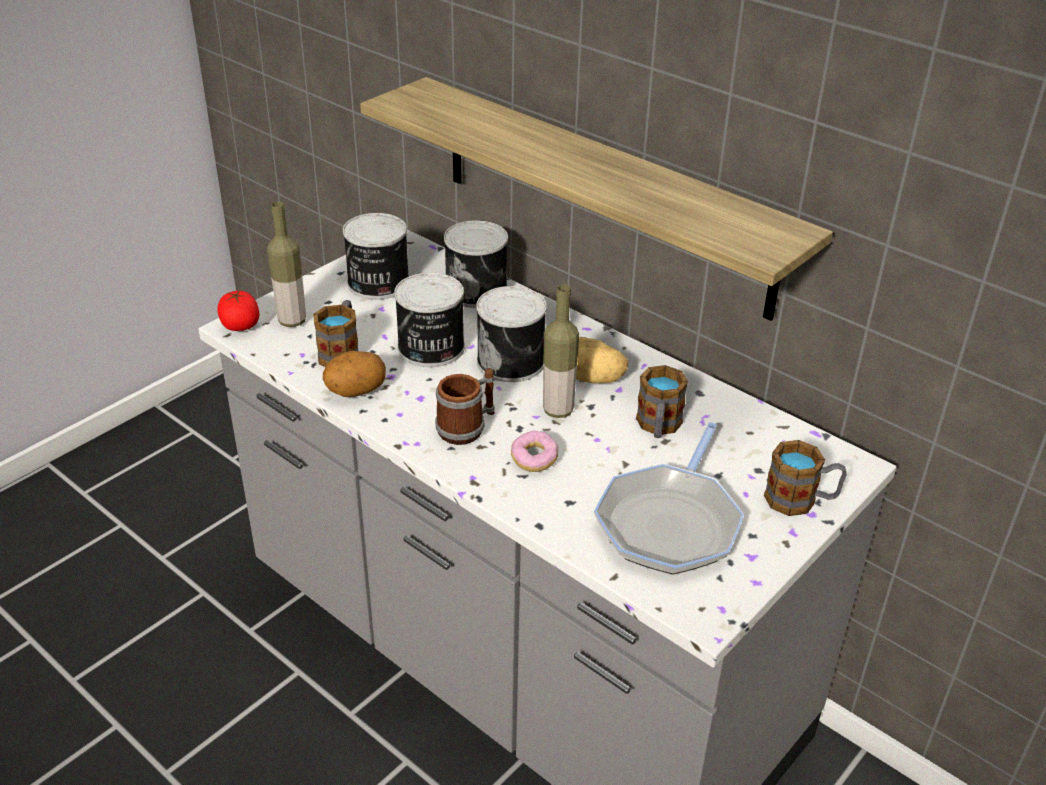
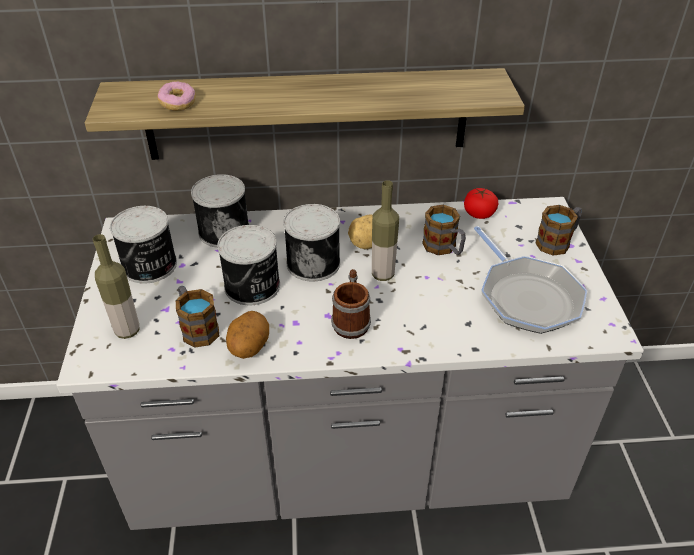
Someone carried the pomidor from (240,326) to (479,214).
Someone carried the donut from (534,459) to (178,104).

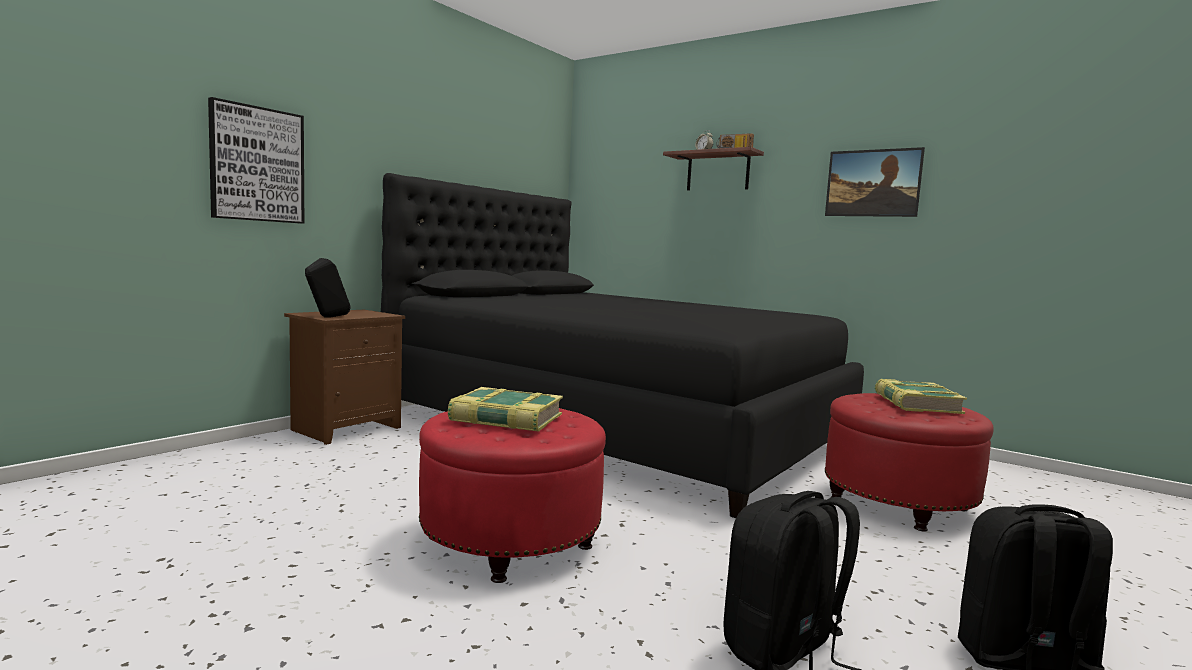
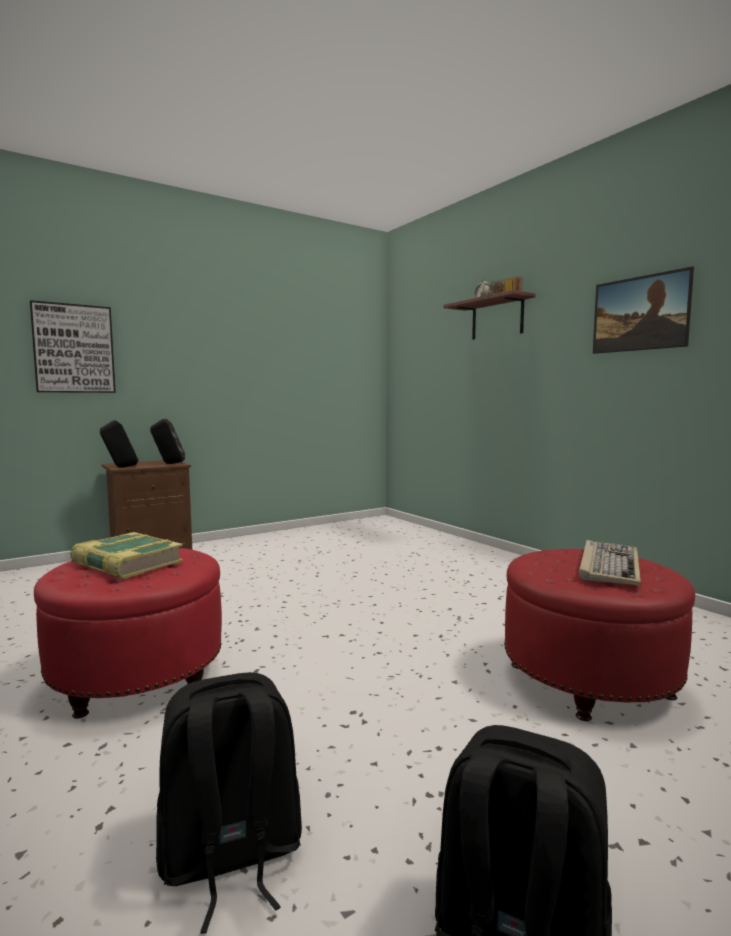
Someone took away the łóżko/czarny at (615,425).
Someone swapped the książka at (916,404) for the klawiatura at (608,566).
Someone put down the głośnik/czarny at (168,463).

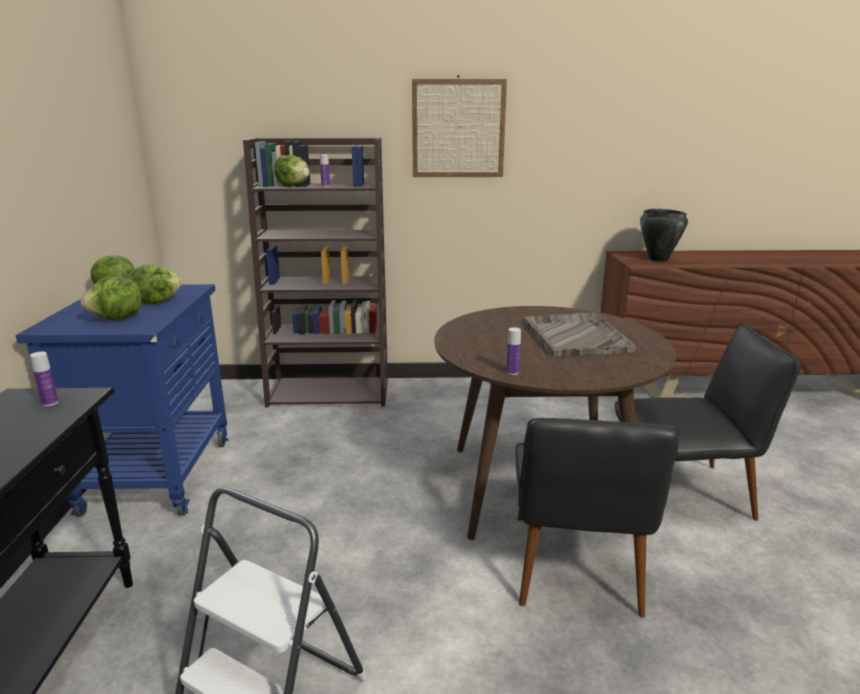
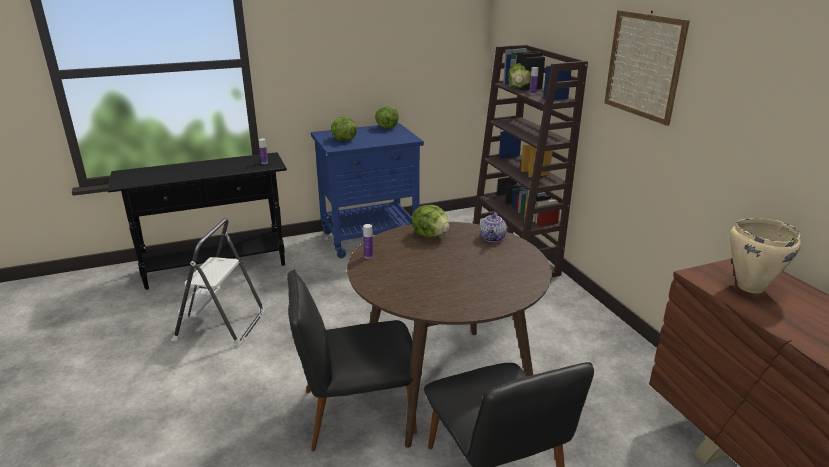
Someone carried the sałata from (155,302) to (431,235).
Someone took away the taca/szary at (575,336).
Someone repainted the garnek/czarny at (658,259), which became the garnek/beżowy at (749,287).
Someone put down the imbryk at (493,238).

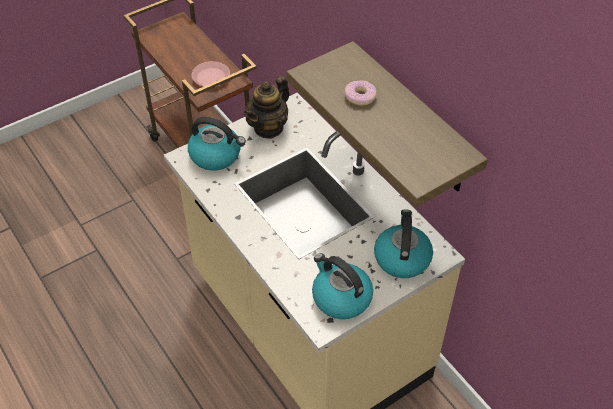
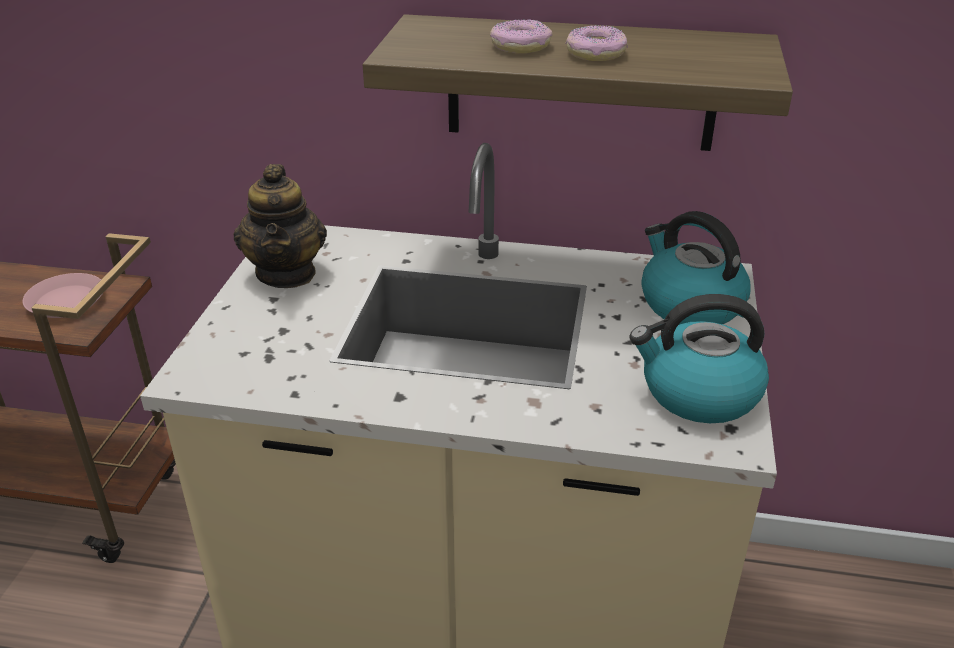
Someone took away the czajnik at (216,155).
Someone put down the donut at (596,53).

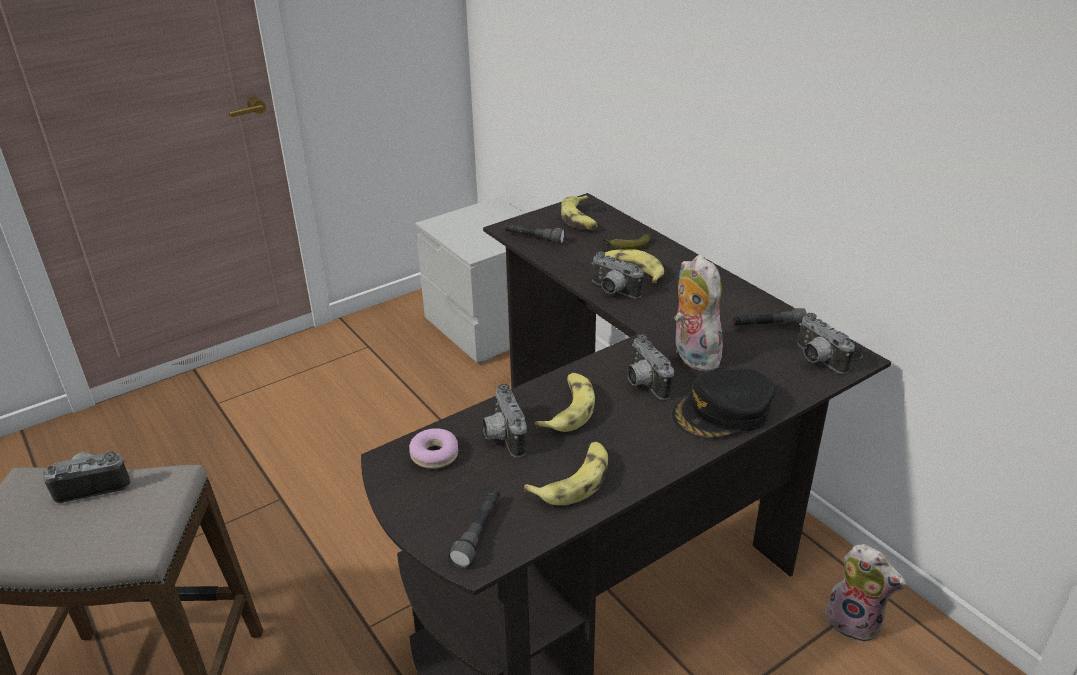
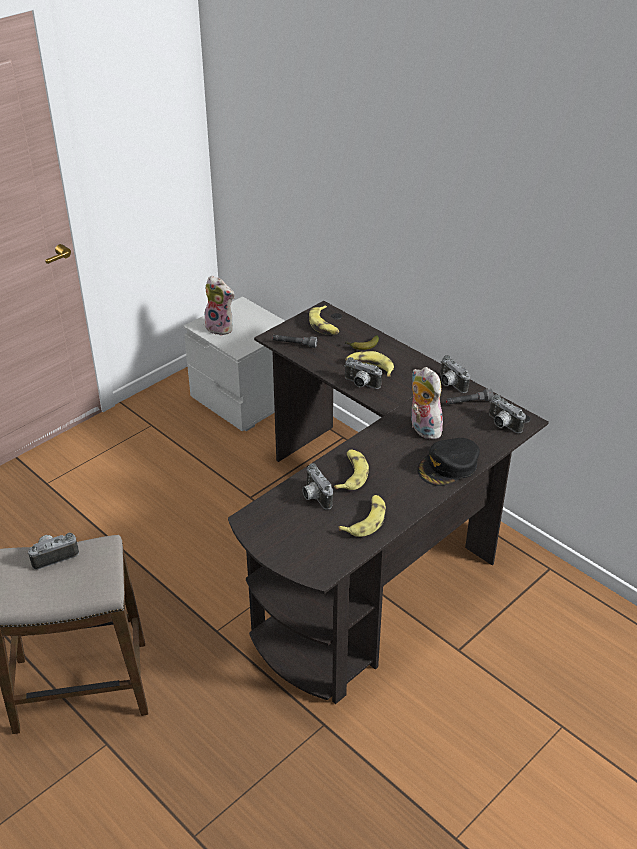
Someone took away the donut at (434,455).
Someone took away the latarka/szary at (478,532).
Someone carried the aparat fotograficzny from (643,383) to (450,384).
Someone carried the pluszak from (855,621) to (221,328).

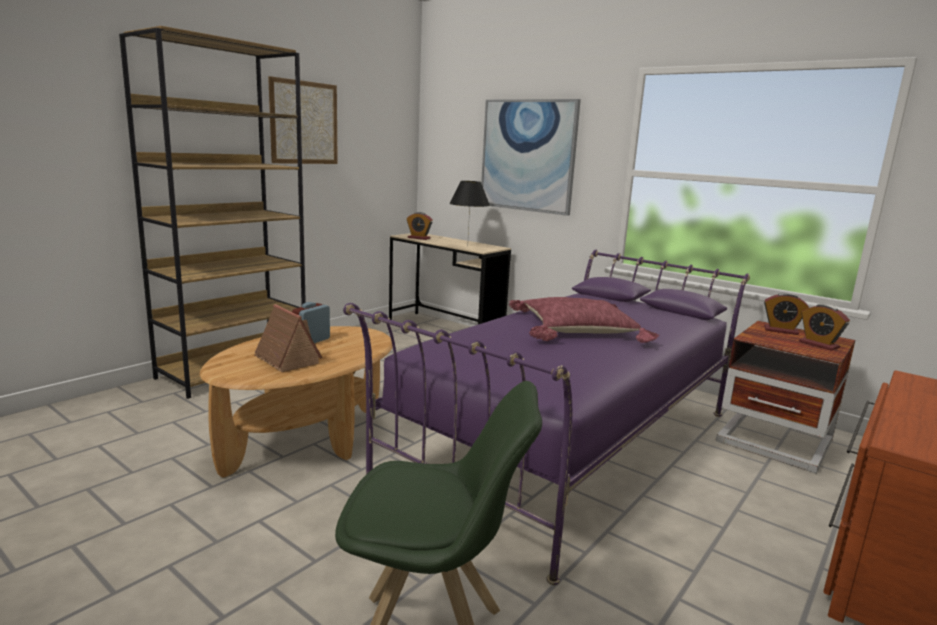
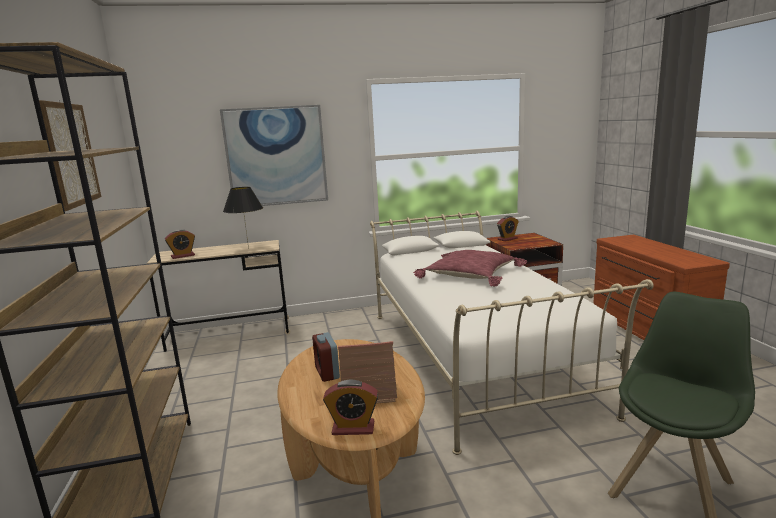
Someone repainted the łóżko/fioletowy at (566,444), which became the łóżko/biały at (472,358).
Someone carried the budzik from (819,344) to (353,428).

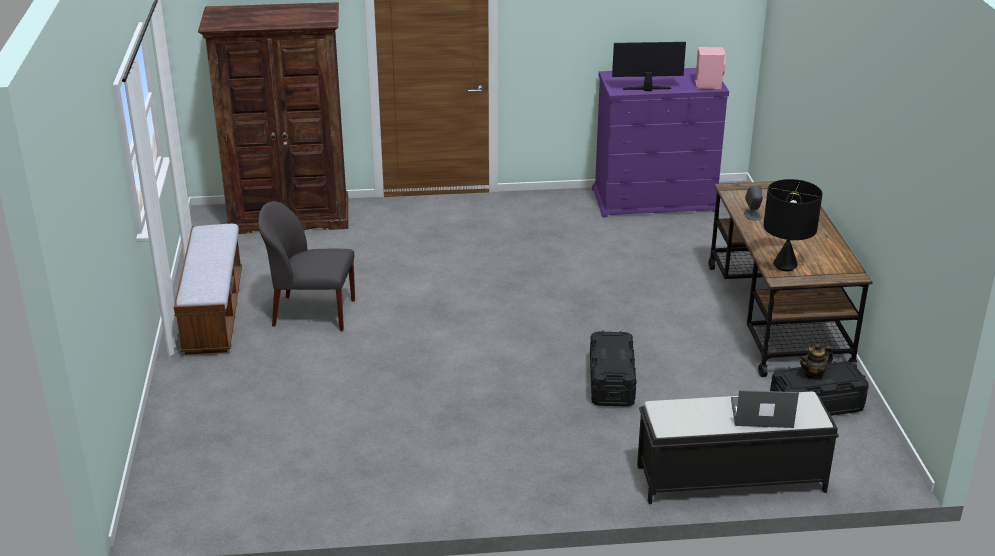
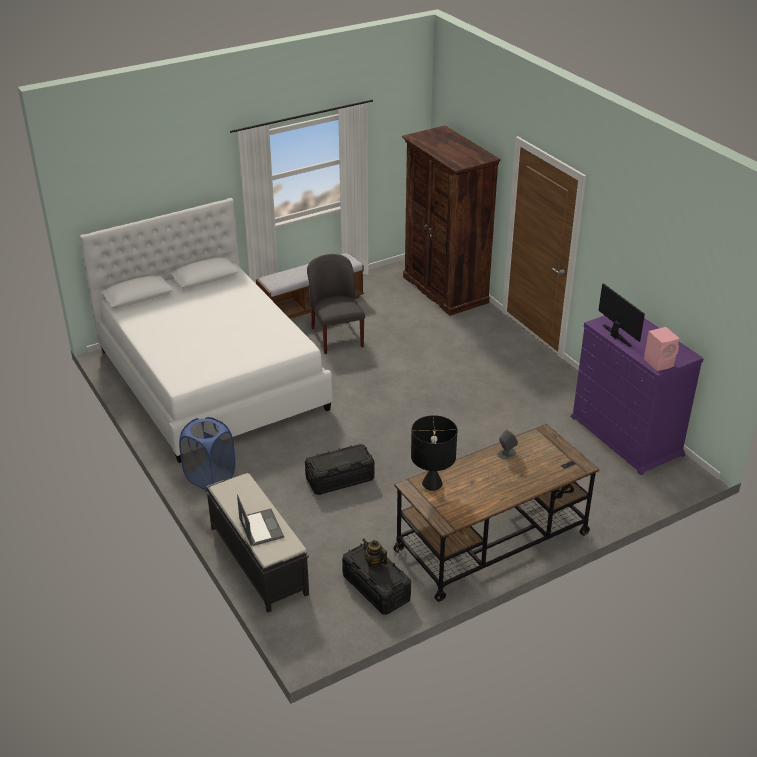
Someone put down the łóżko/biały at (212,379).
Someone put down the kosz na pranie/niebieski at (210,477).

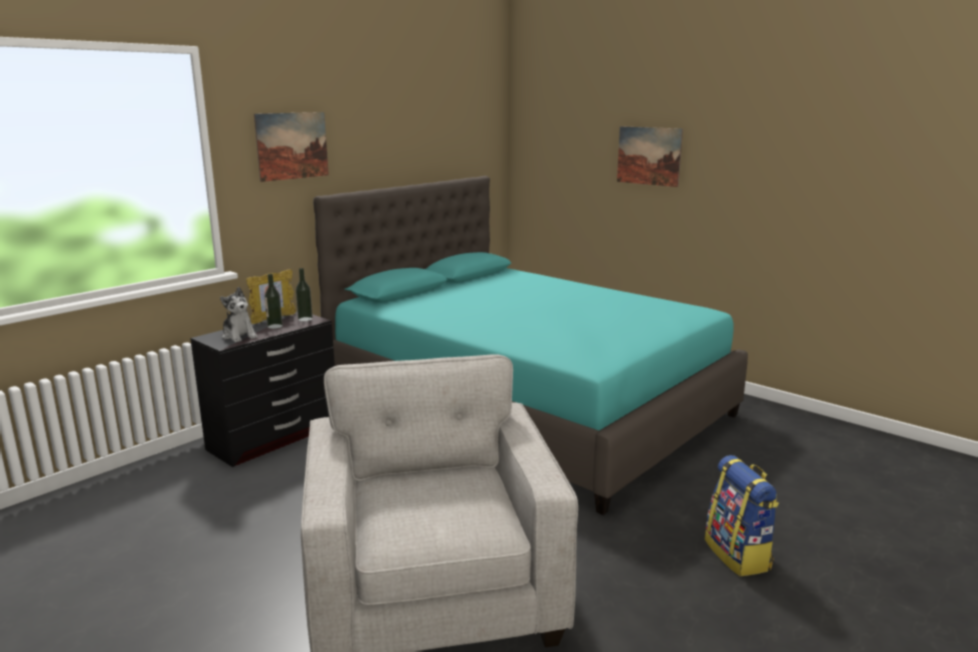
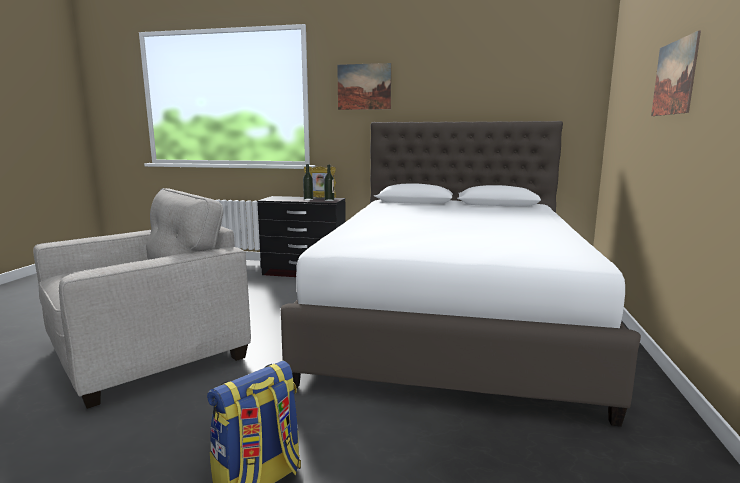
Someone took away the pluszak at (239,336).
Someone repainted the łóżko/turkusowy at (526,404), which became the łóżko/biały at (452,317).

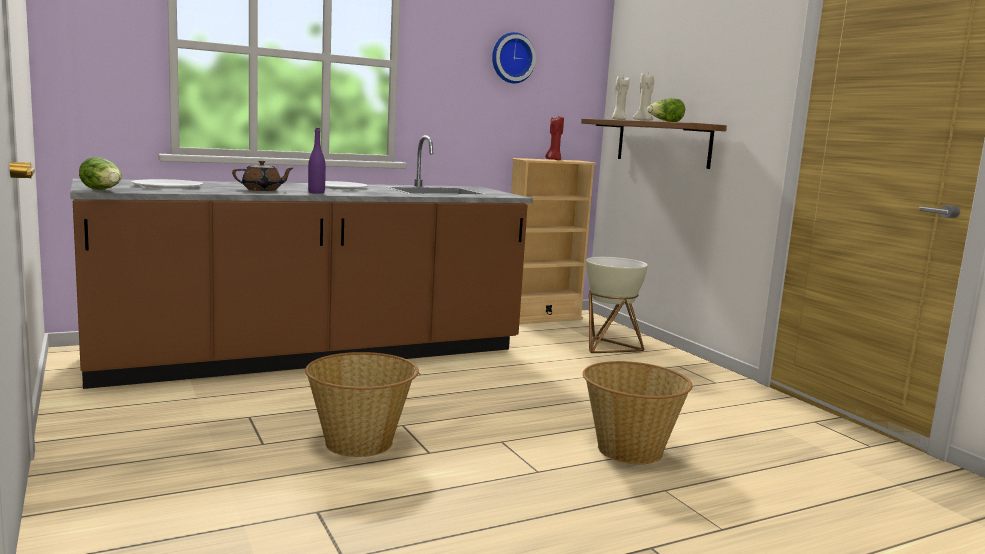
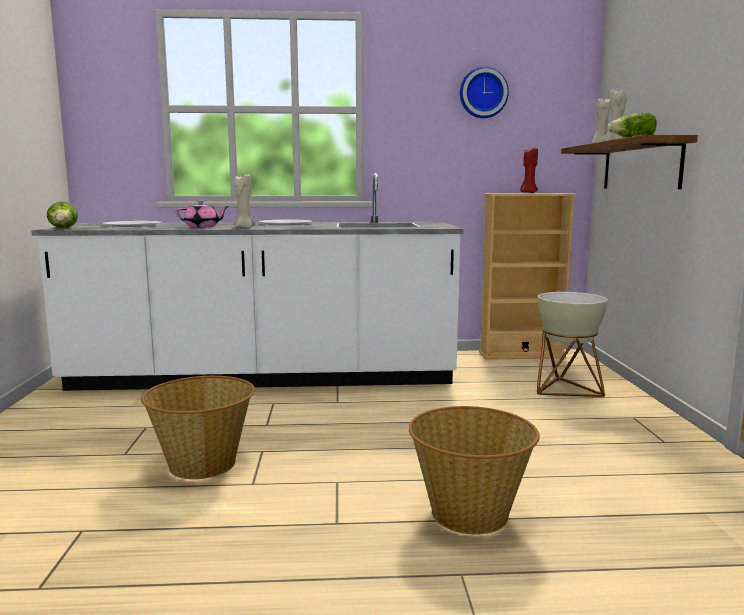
Someone repainted the zabudowa kuchenna/brązowy at (313,355), which became the zabudowa kuchenna/biały at (264,376).
Someone repainted the imbryk/brązowy at (263,190), which became the imbryk/różowy at (202,226).
Someone swapped the butelka/fioletowy at (316,192) for the świeca/beżowy at (244,227).

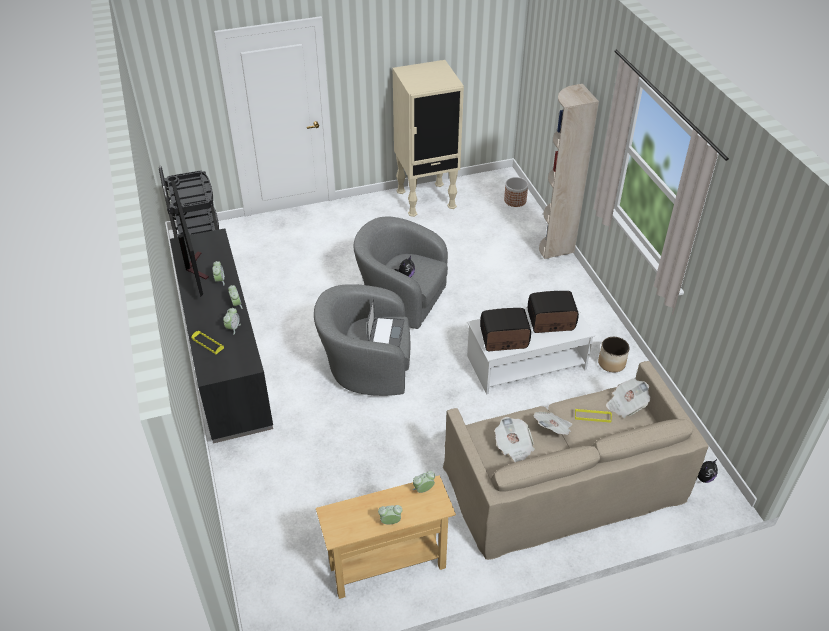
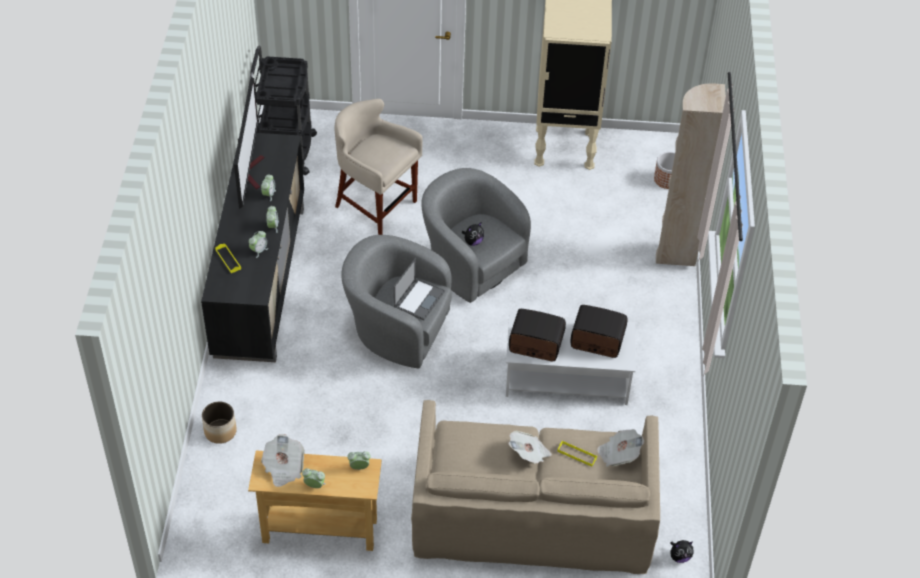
Someone carried the gazeta from (513,447) to (283,468).
Someone carried the donica from (611,363) to (220,431).
Someone put down the stołek/beżowy at (375,206).

